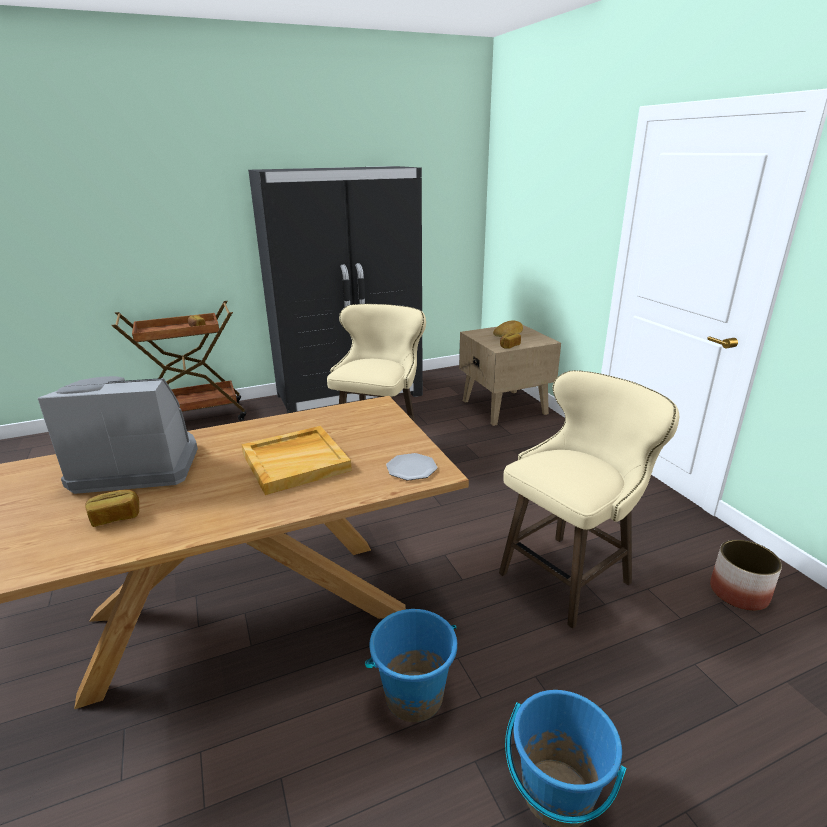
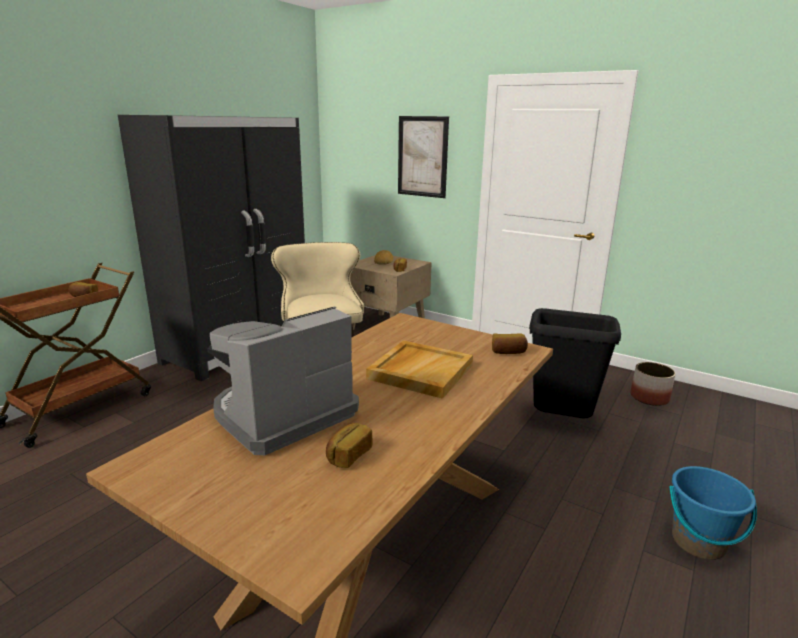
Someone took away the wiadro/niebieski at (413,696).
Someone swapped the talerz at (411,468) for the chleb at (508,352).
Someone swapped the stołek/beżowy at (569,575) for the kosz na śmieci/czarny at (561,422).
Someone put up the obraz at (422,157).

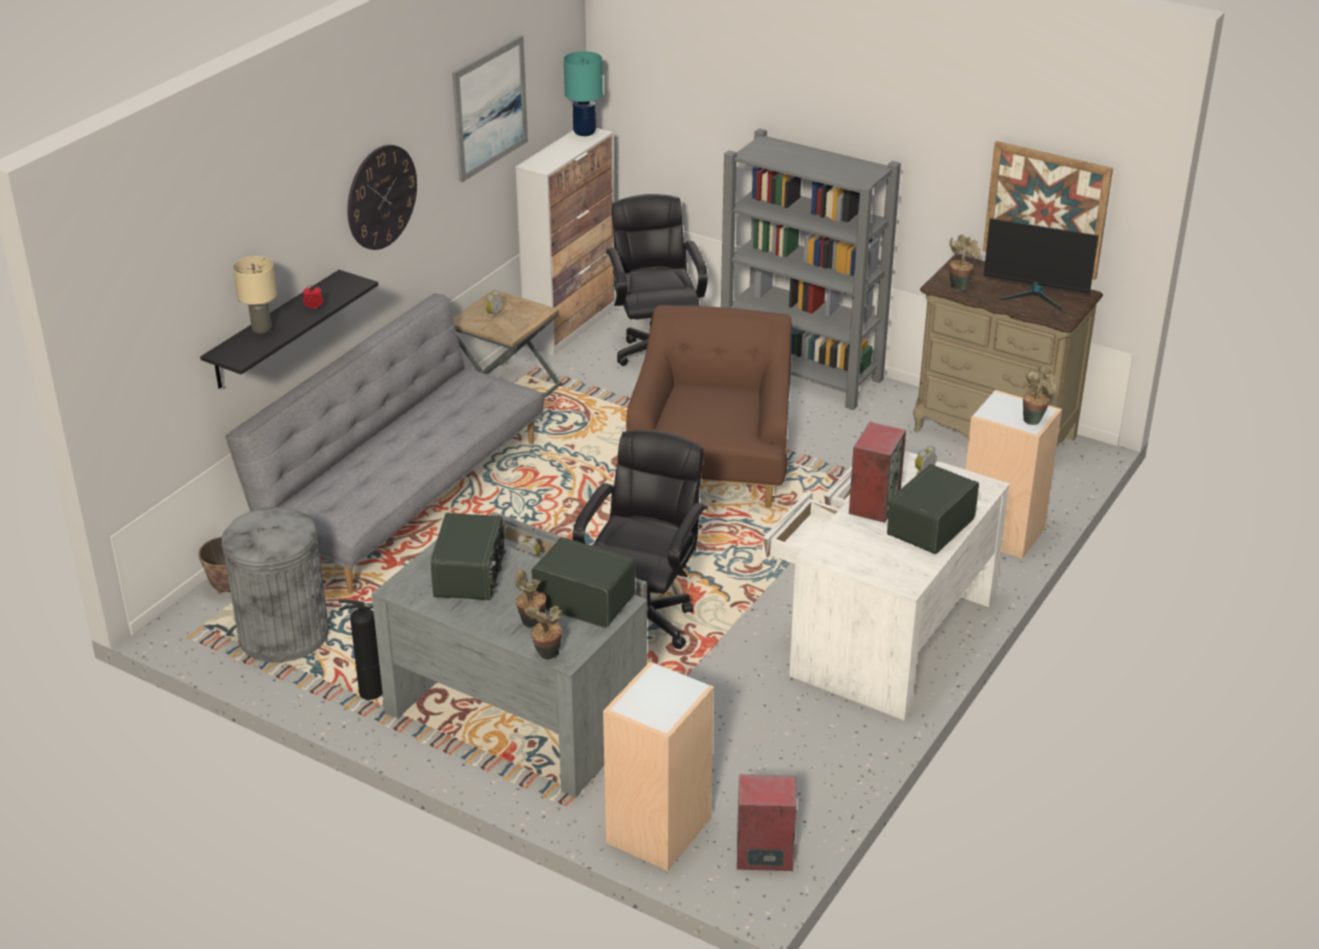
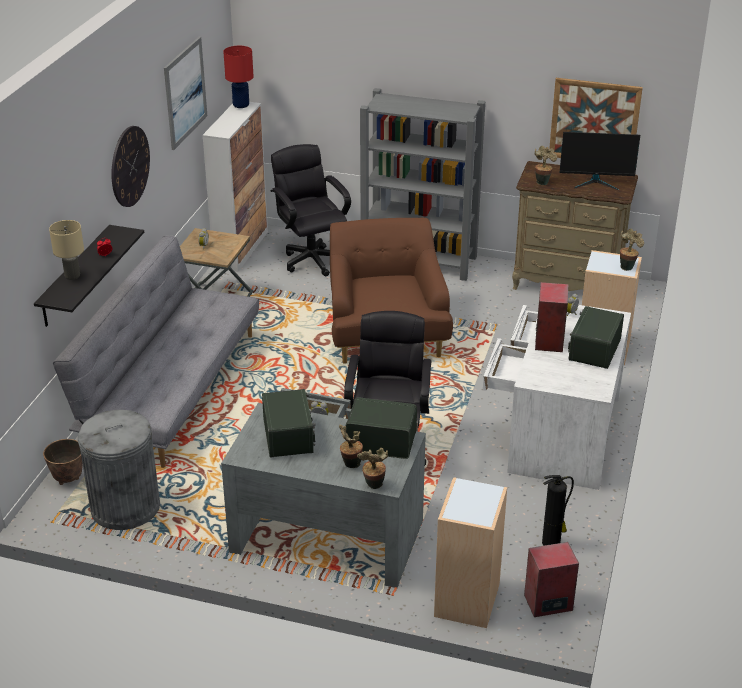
Someone carried the gaśnica from (373,692) to (552,542).
Someone repainted the lampa stołowa/turkusowy at (584,133), which became the lampa stołowa/czerwony at (240,106).

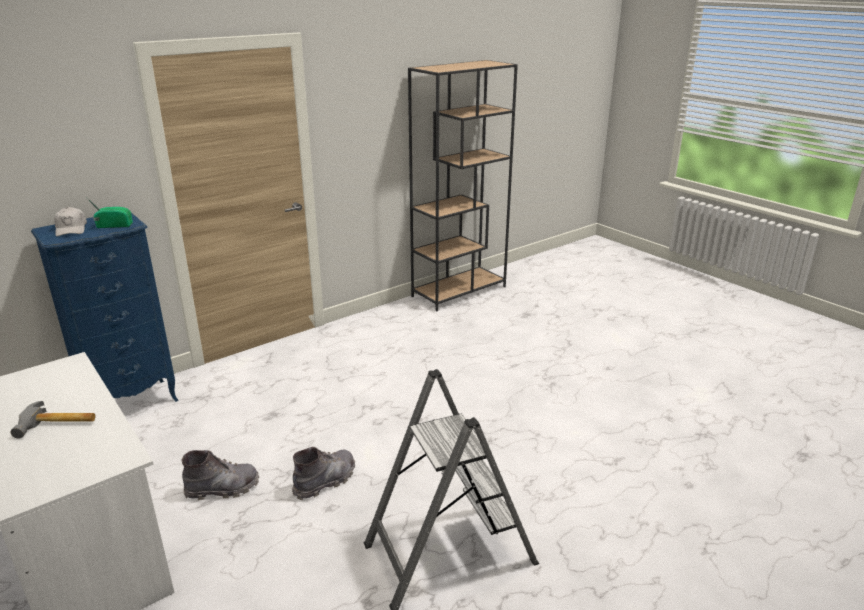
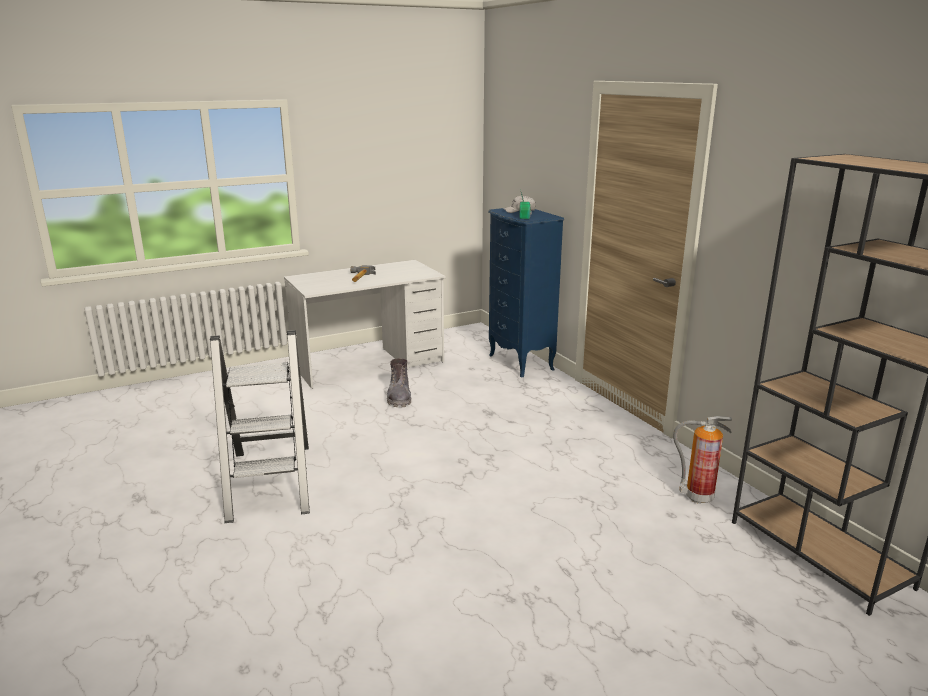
Someone took away the but z cholewką/szary at (325,481).
Someone put down the gaśnica at (697,497).

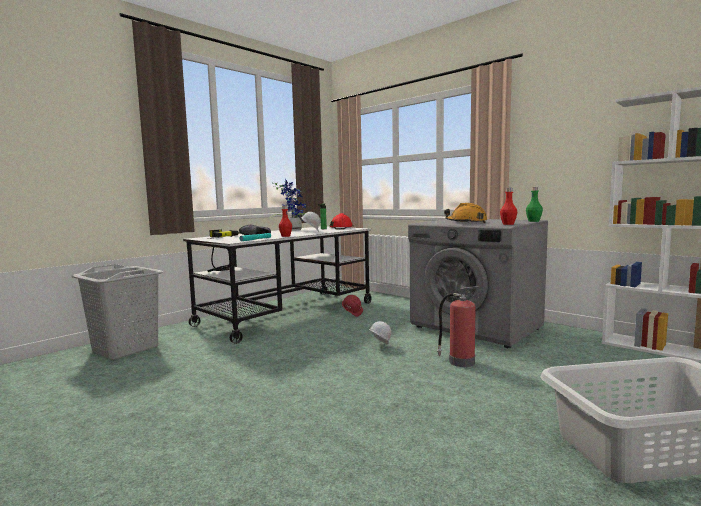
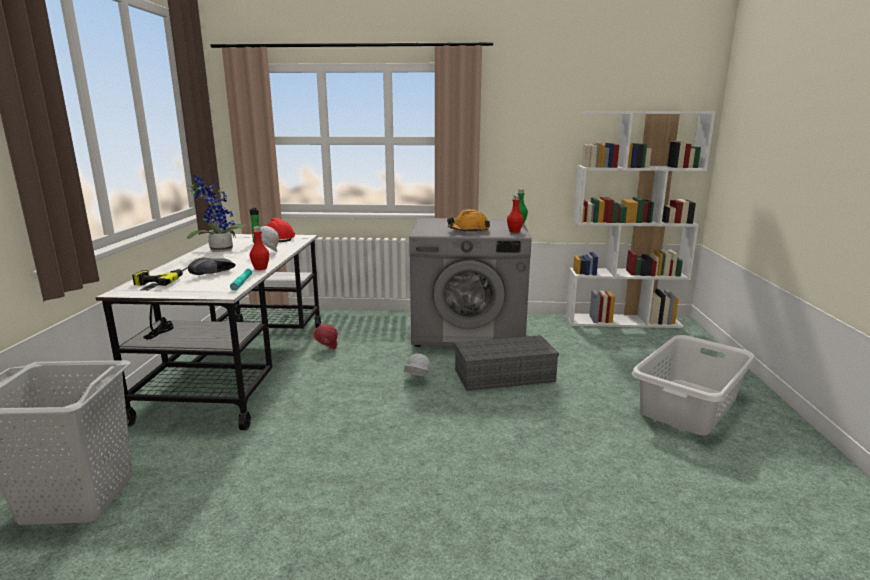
Someone swapped the gaśnica at (460,362) for the pojemnik do przechowywania/szary at (505,375).

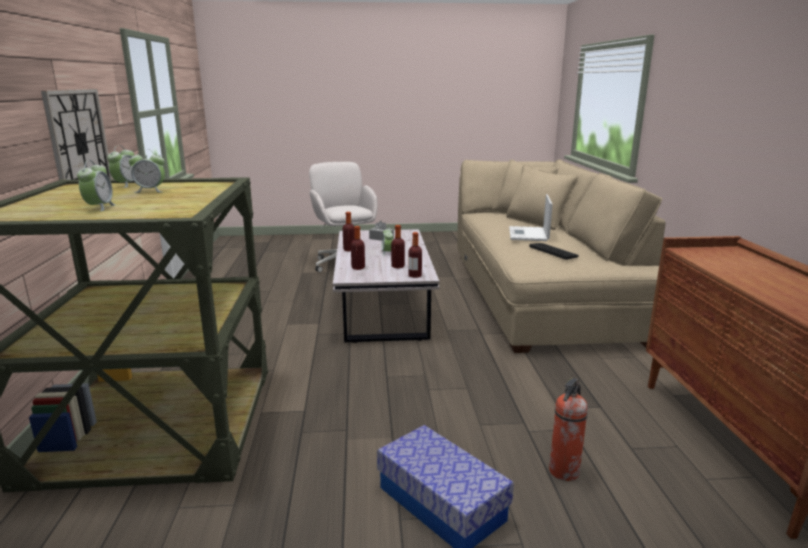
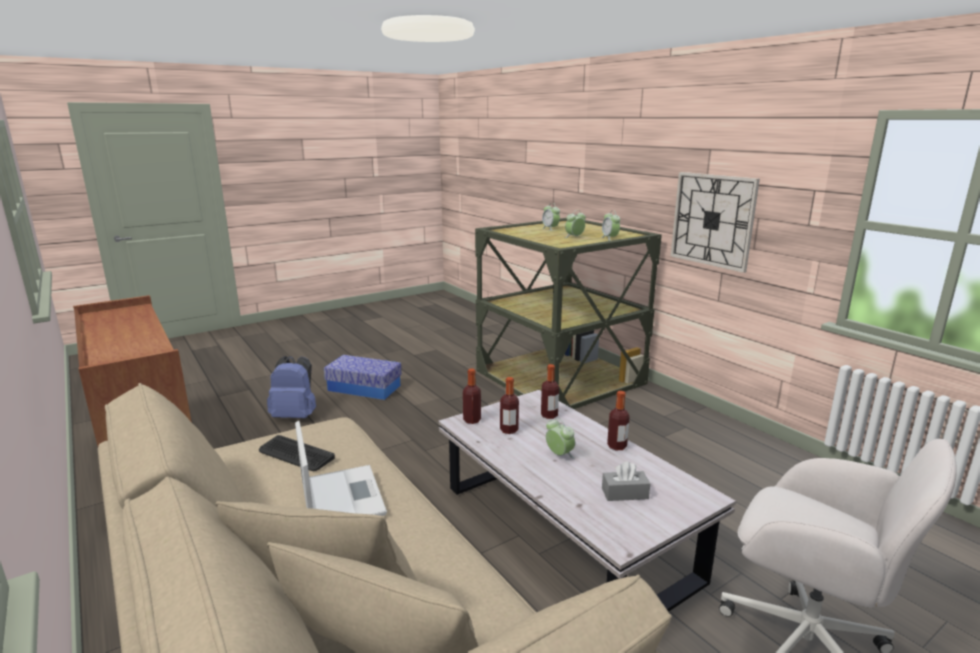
Someone swapped the gaśnica at (563,472) for the plecak/niebieski at (296,416).

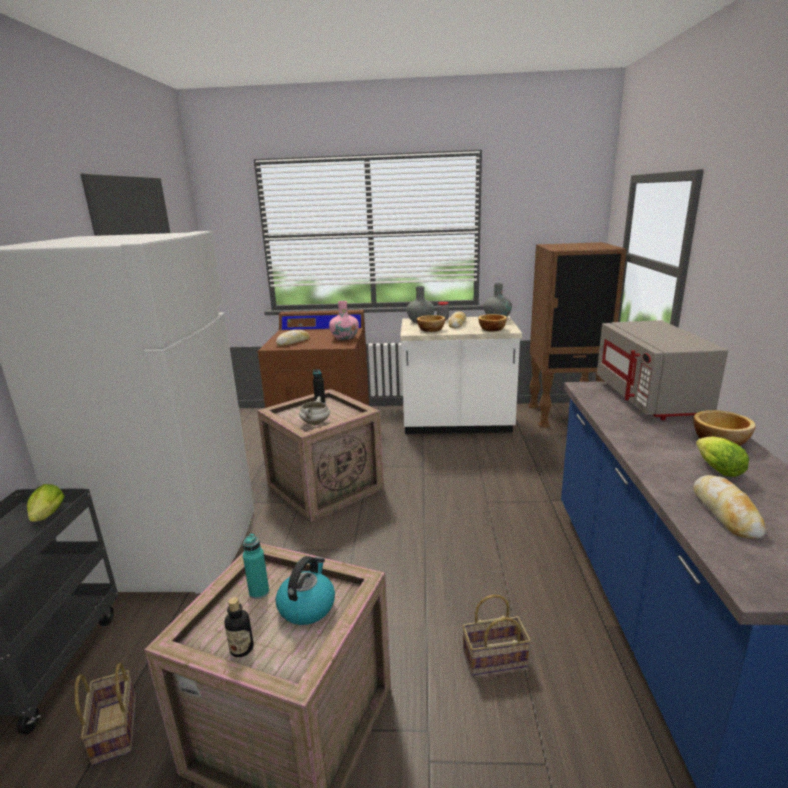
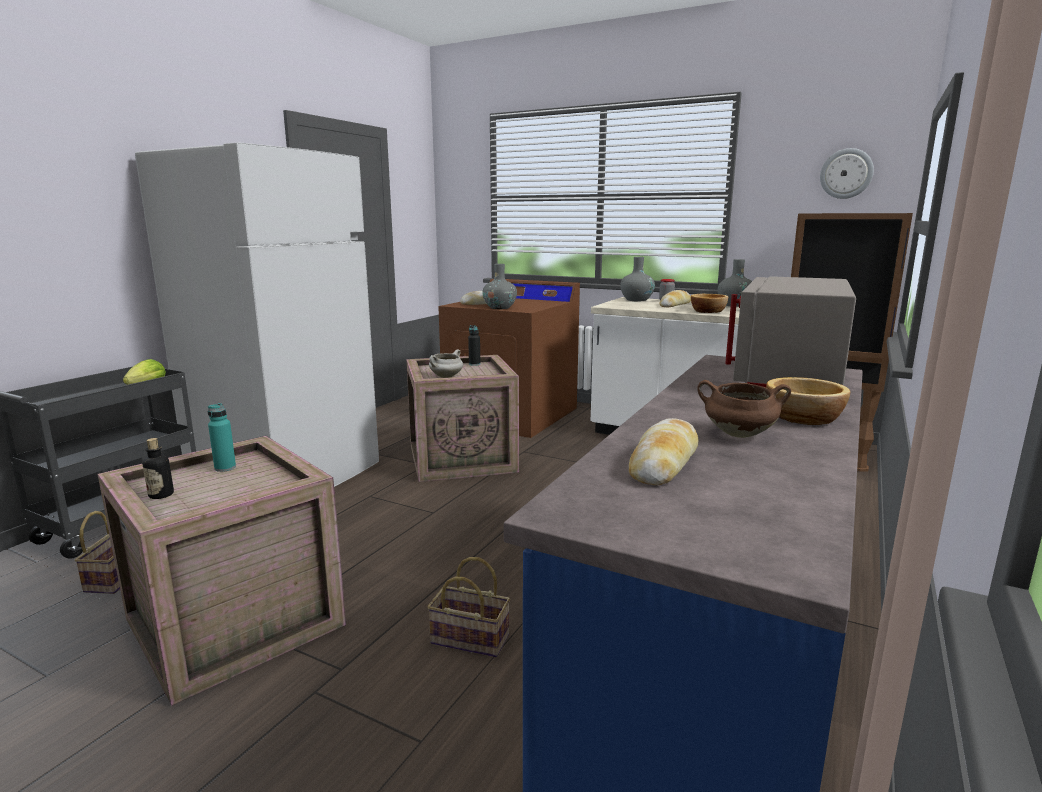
Someone took away the czajnik at (307,606).
Someone took away the wazon/różowy at (345,338).
Someone took away the miska at (431,330).
Someone swapped the sałata at (715,469) for the garnek/brązowy at (738,434).
Someone put down the wazon/szary at (500,307).
Someone put up the zegar ścienny at (846,173).

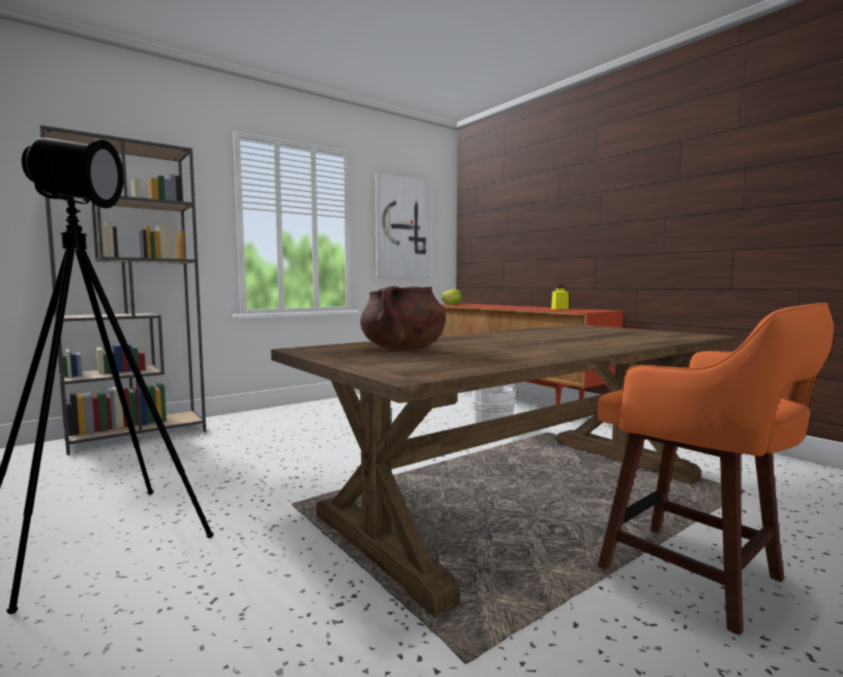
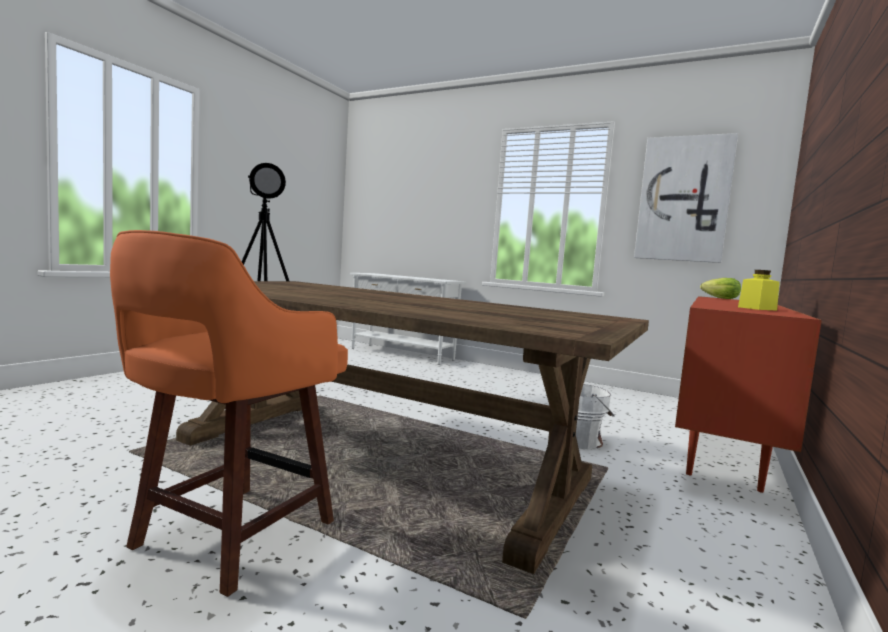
Someone swapped the regał at (138,435) for the stolik konsolowy/biały at (403,354).
Someone took away the garnek/brązowy at (403,350).

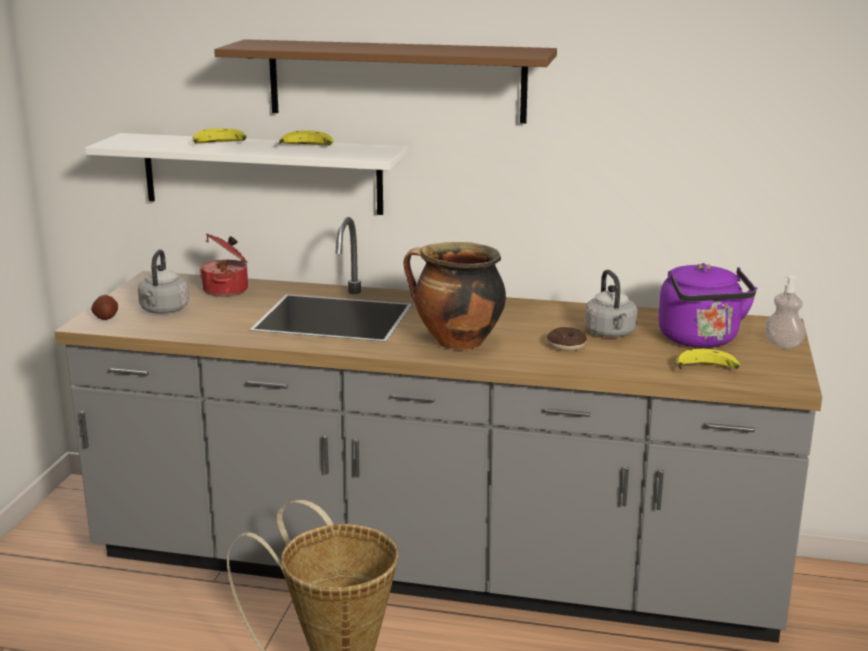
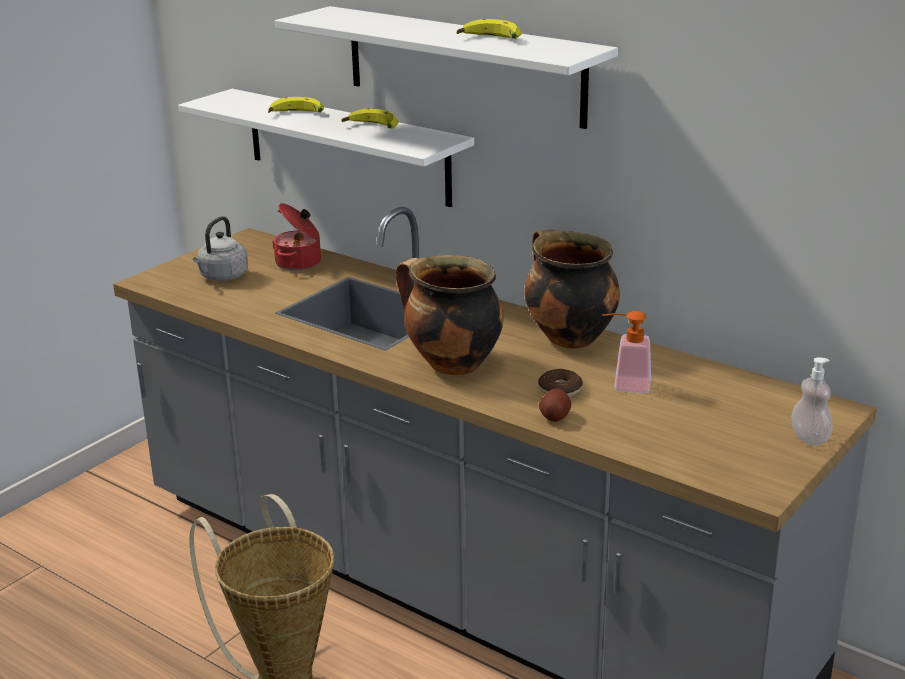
Someone carried the ziemniak from (105,317) to (554,416).
Someone repainted the półka/brązowy at (396,81), which became the półka/biały at (463,65).
Someone swapped the czajnik/szary at (611,334) for the dozownik mydła at (624,385).
Someone took away the czajnik/fioletowy at (701,340).
Someone carried the banan from (706,370) to (489,40).
Someone put down the garnek at (568,338).

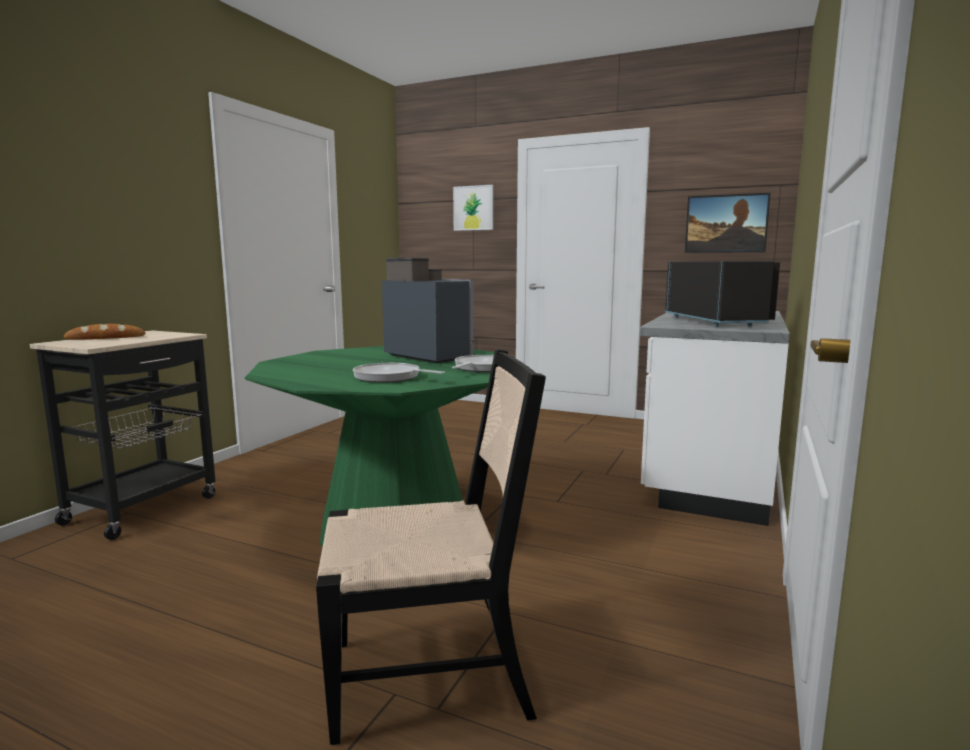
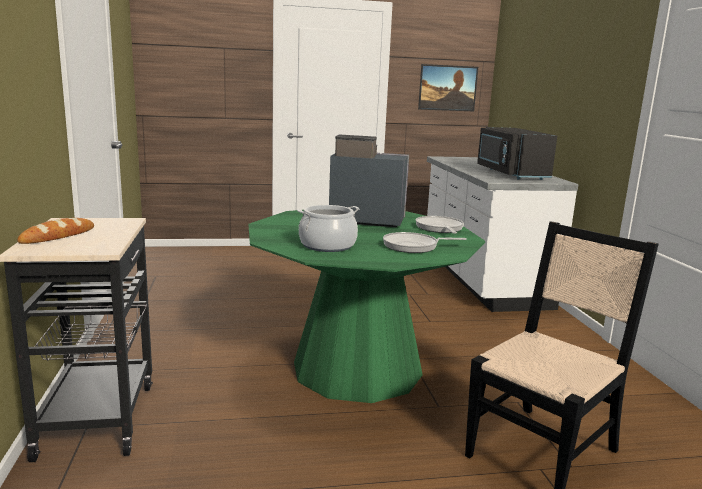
Someone took away the obraz at (473,208).
Someone rotated the mikrofalówka/czarny at (717,321) by 150 degrees counterclockwise.
Someone put down the garnek at (327,245).

